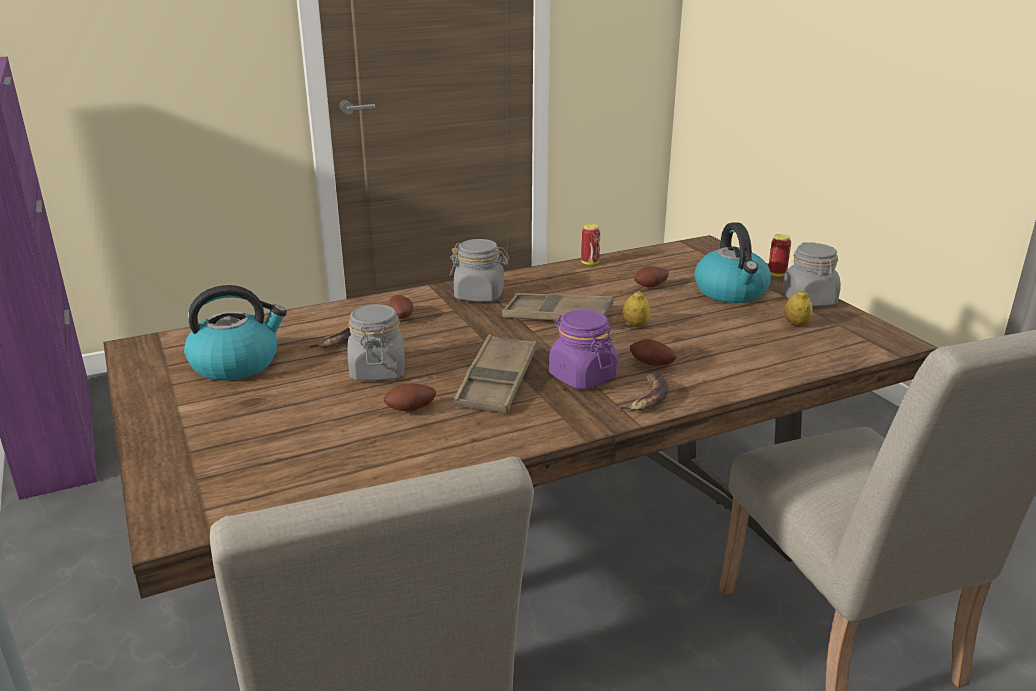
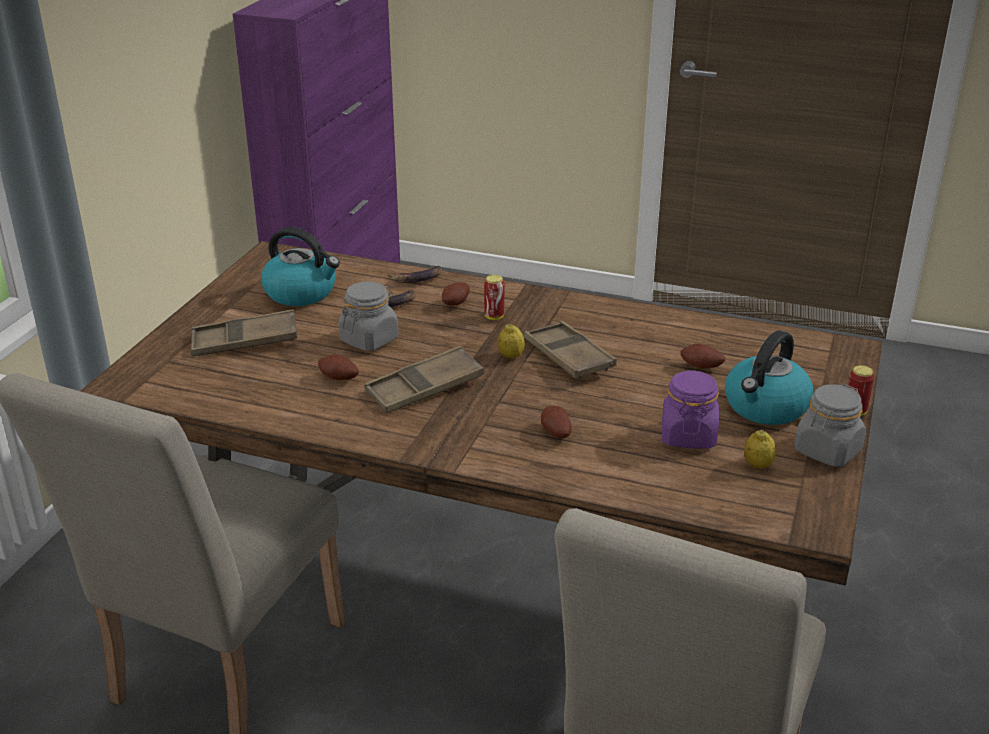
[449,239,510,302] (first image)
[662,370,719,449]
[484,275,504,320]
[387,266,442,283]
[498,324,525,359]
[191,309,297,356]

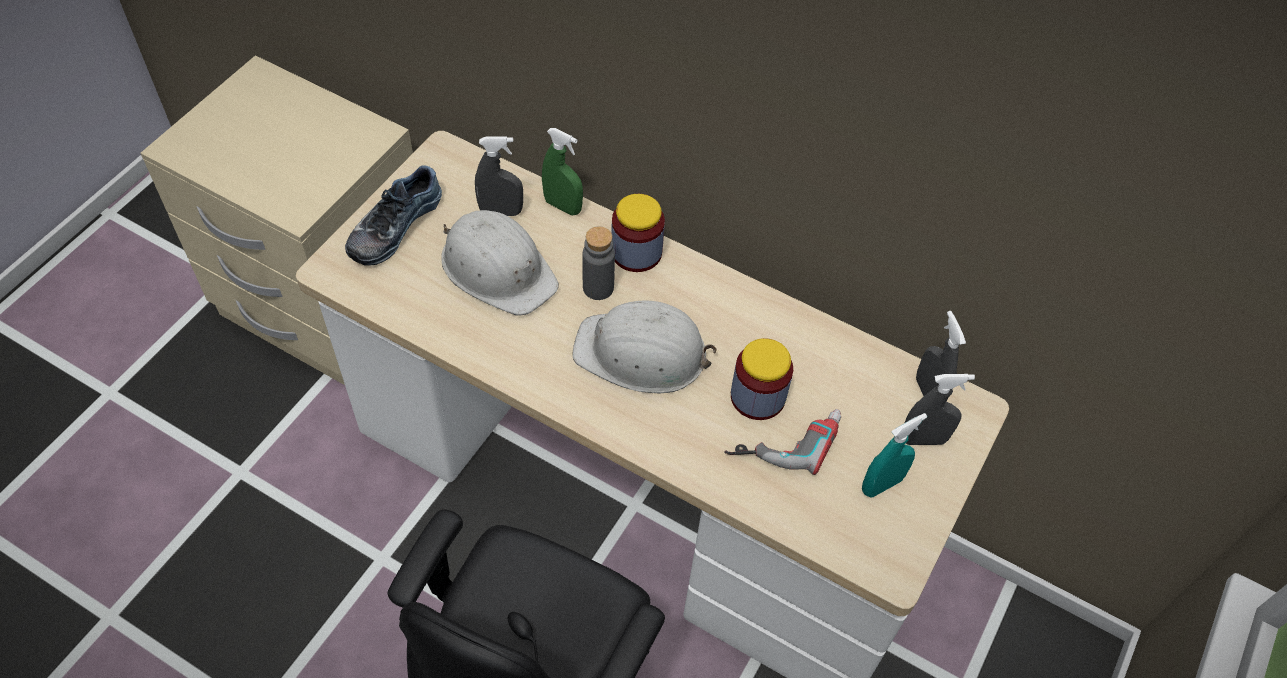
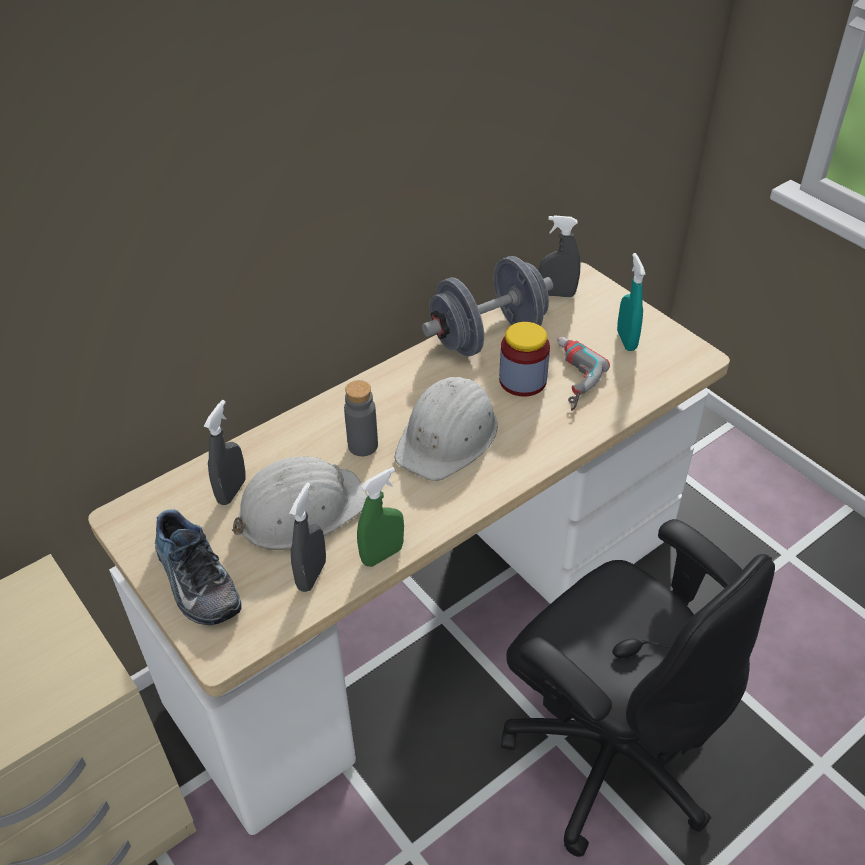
[357,467,404,567]
[611,194,665,272] (first image)
[289,482,326,592]
[422,256,553,357]

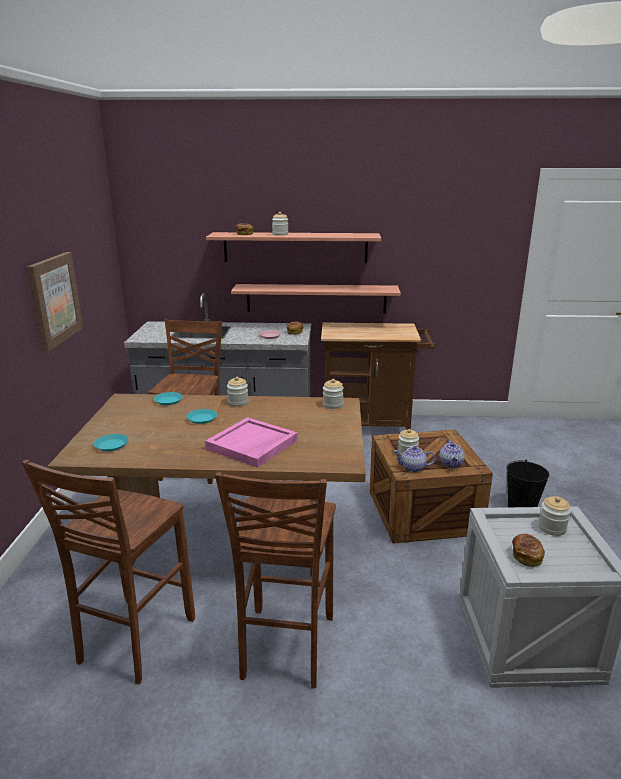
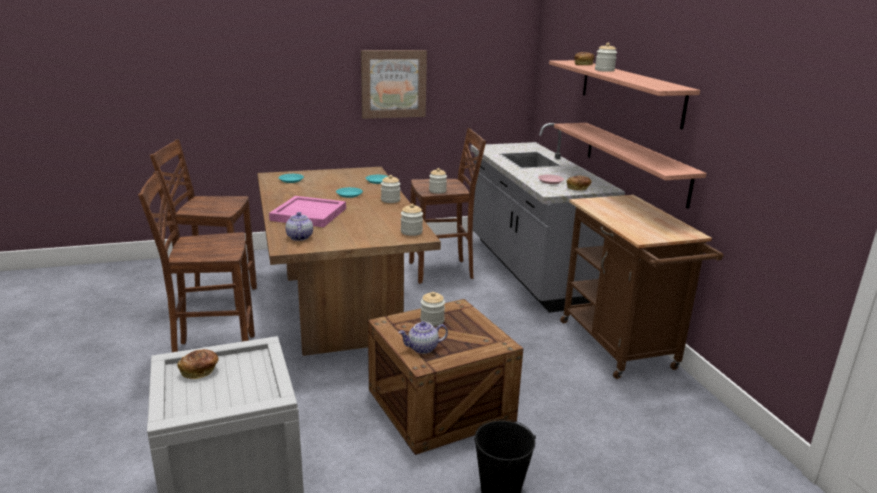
[286,212,313,241]
[429,168,447,194]

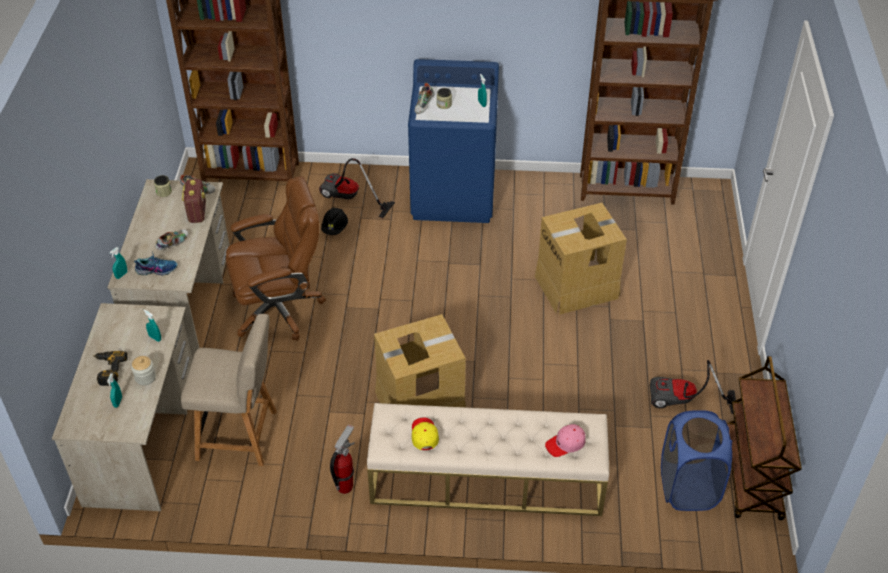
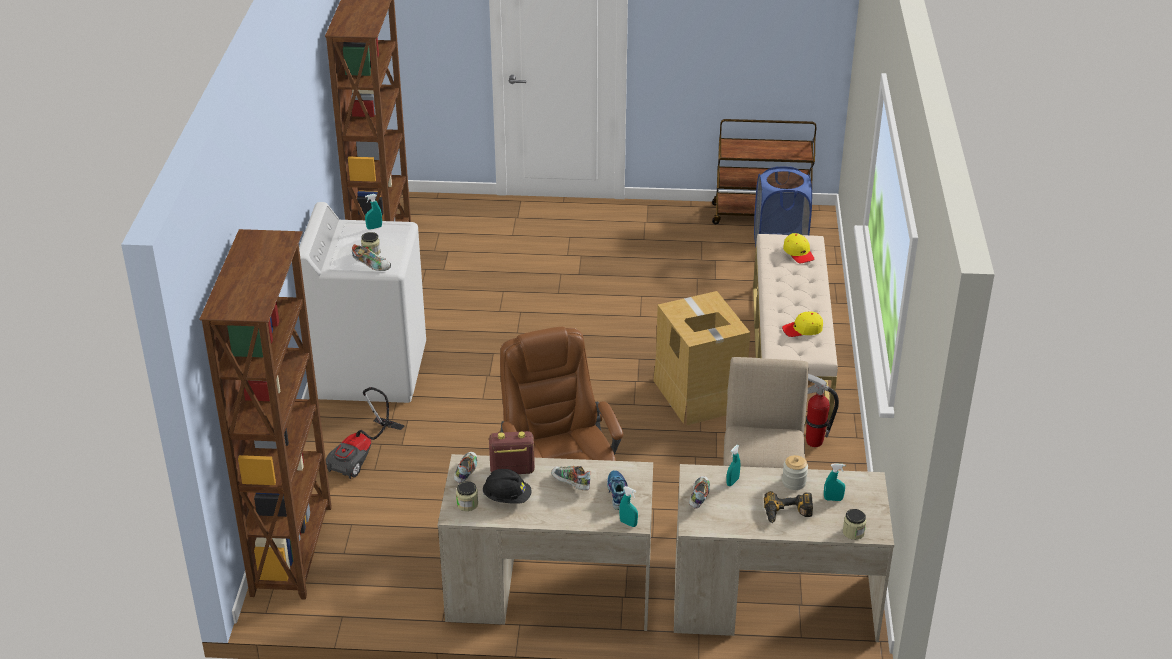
[482,469,532,504]
[299,202,426,403]
[535,203,627,315] (first image)
[783,233,814,263]
[650,360,736,414] (first image)
[689,476,710,508]
[843,509,866,540]

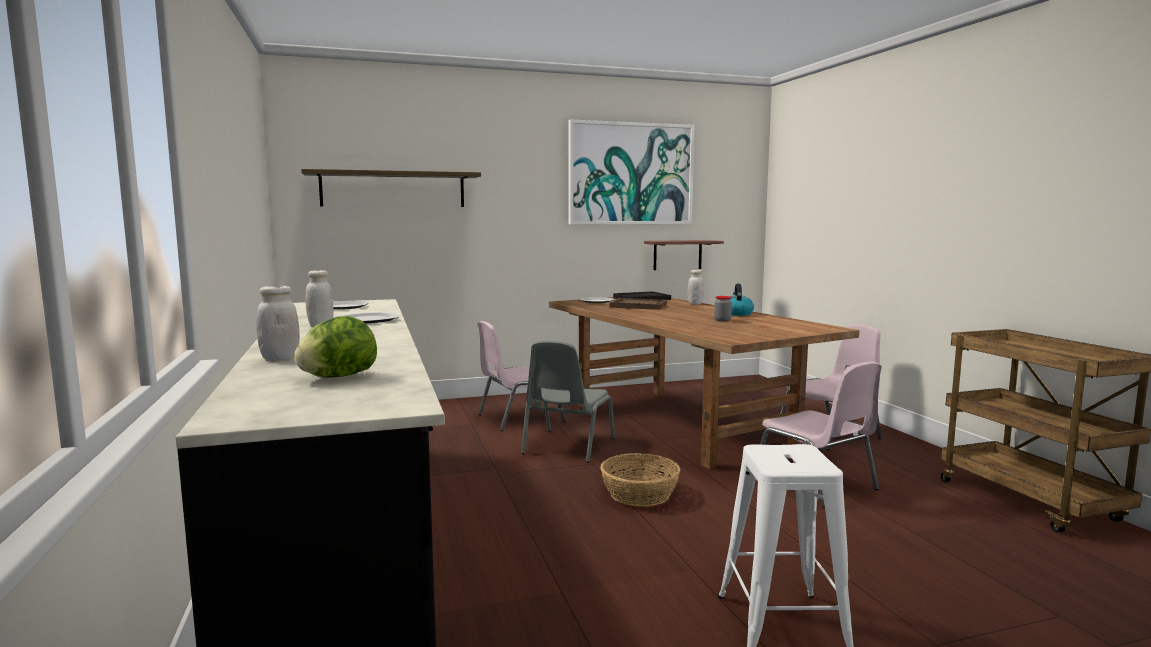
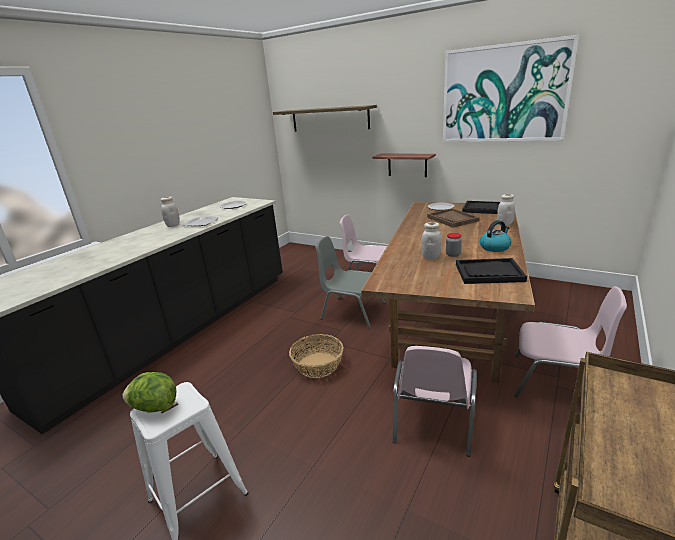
[421,222,442,260]
[122,372,176,413]
[315,236,385,328]
[373,153,436,177]
[456,258,527,284]

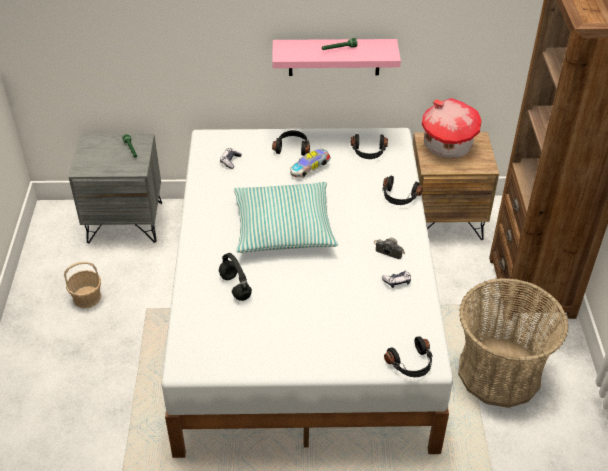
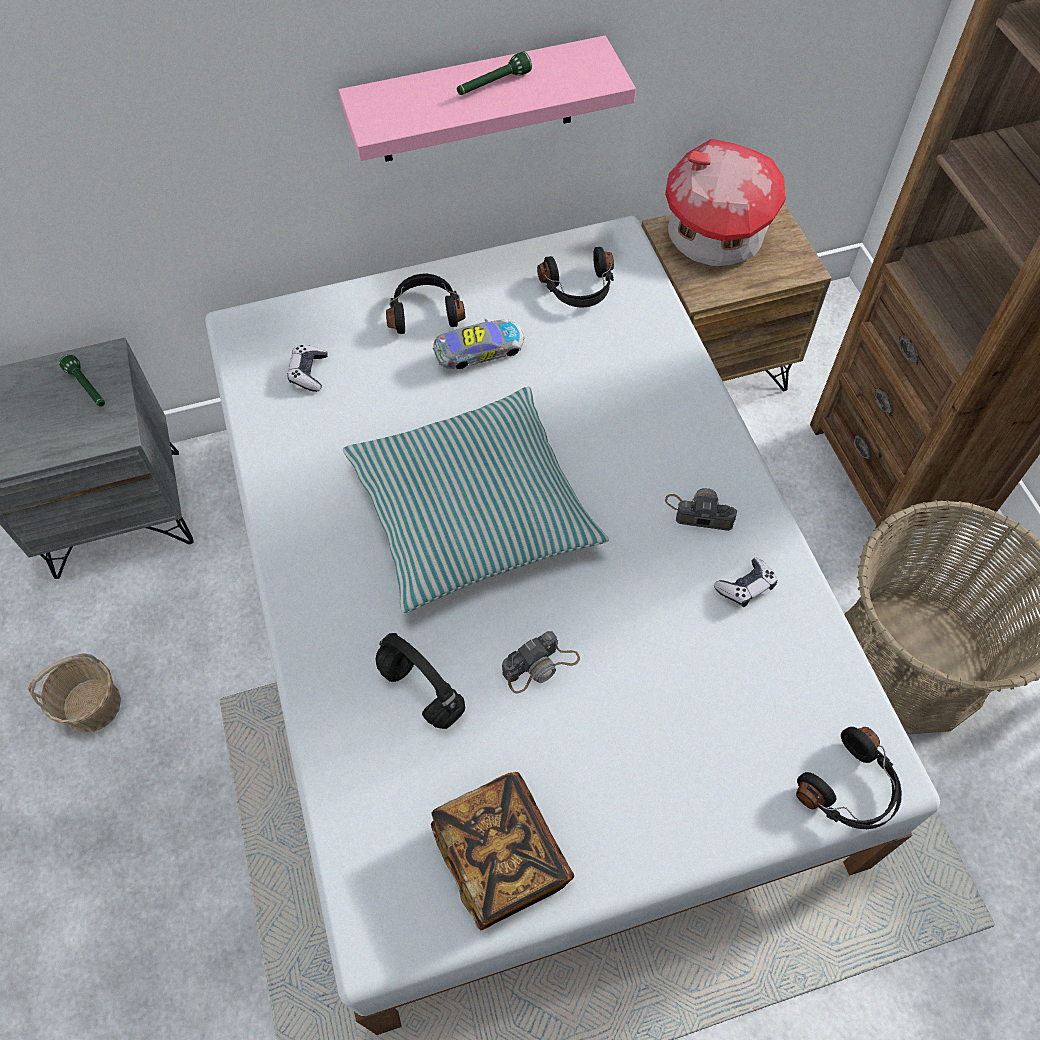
[433,318,524,369]
[382,176,423,205] (first image)
[431,772,574,930]
[502,631,580,693]

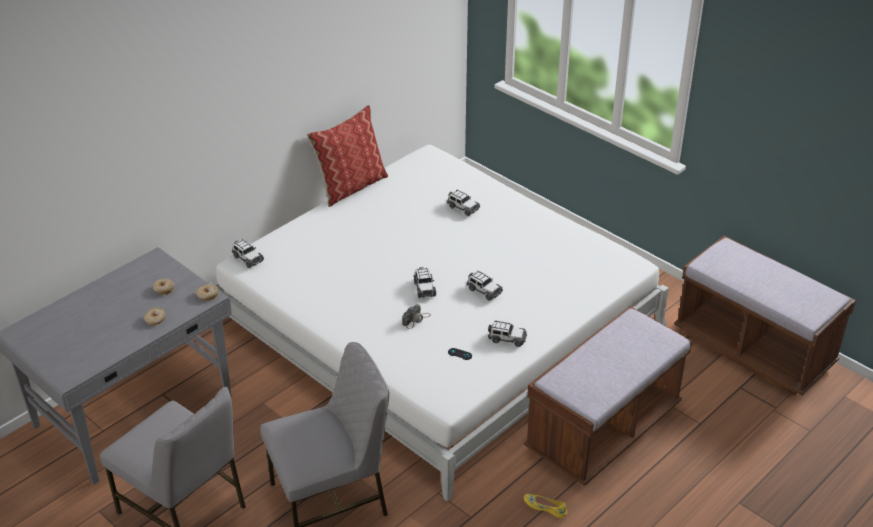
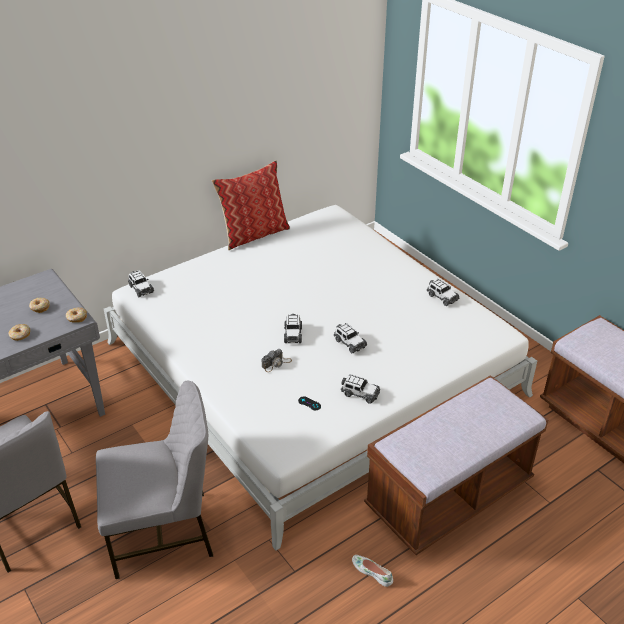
[427,279,460,306]
[352,555,393,587]

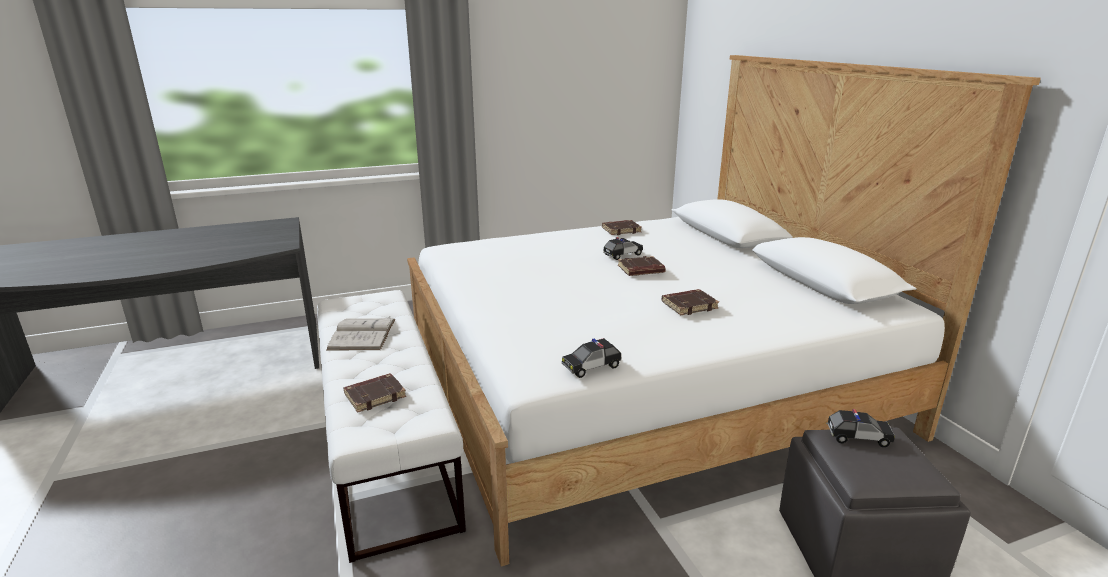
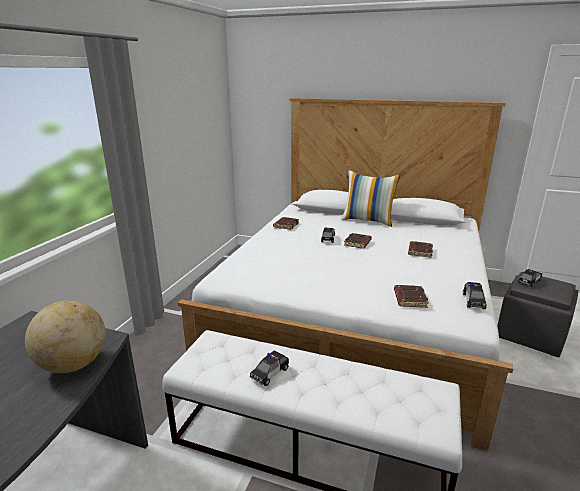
[250,350,289,386]
[394,285,429,308]
[25,301,105,373]
[341,170,400,227]

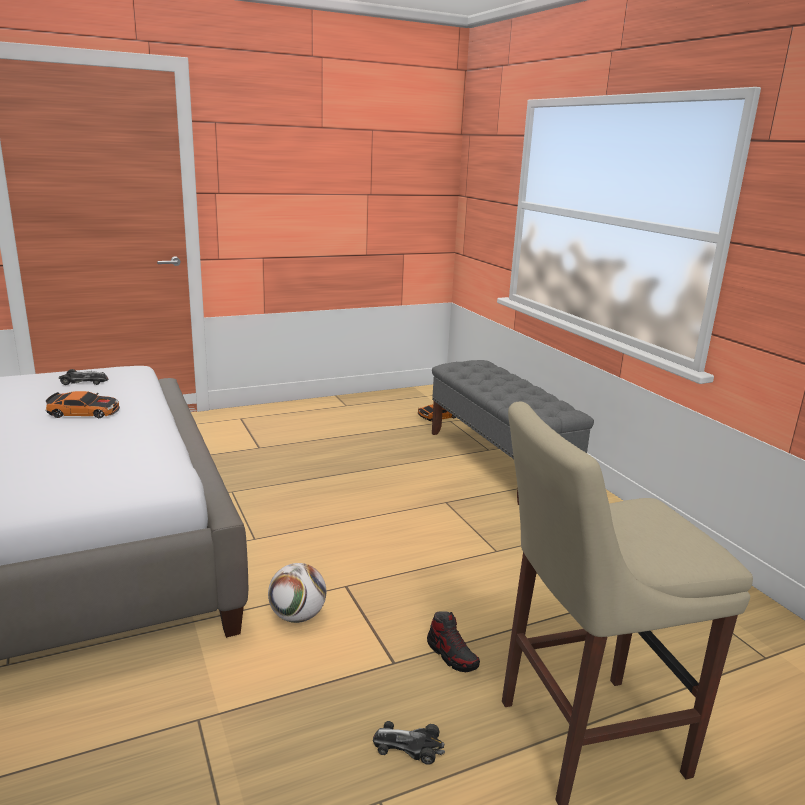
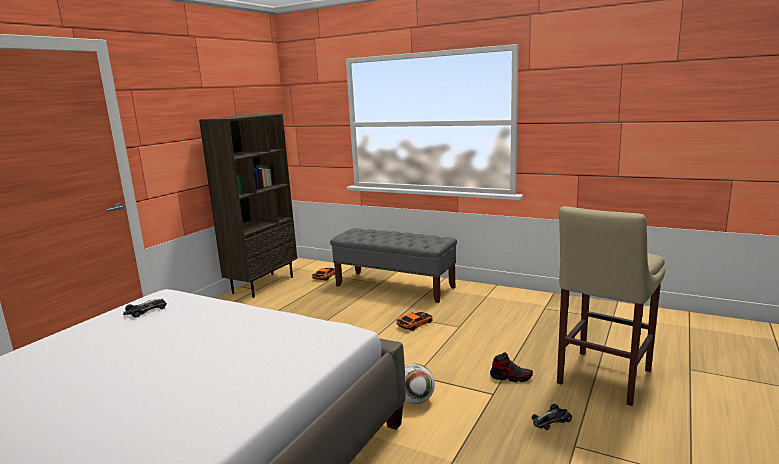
[397,312,432,331]
[199,113,297,298]

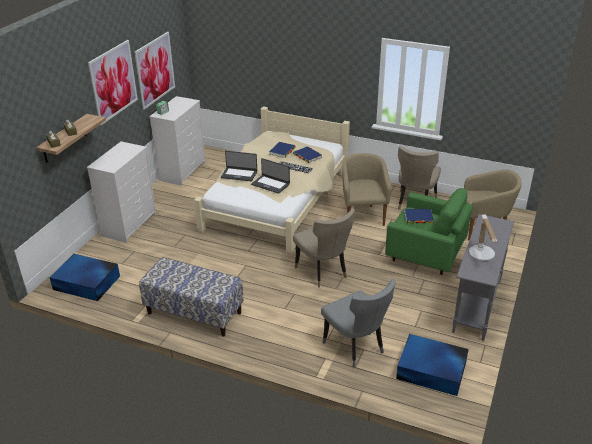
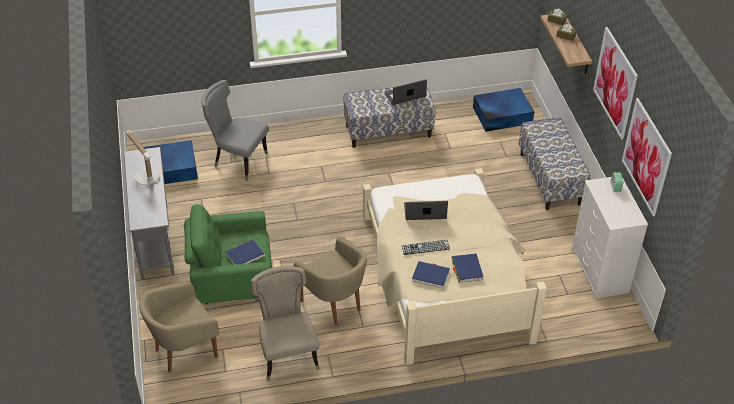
[519,118,590,210]
[385,79,427,105]
[293,208,355,287] (first image)

